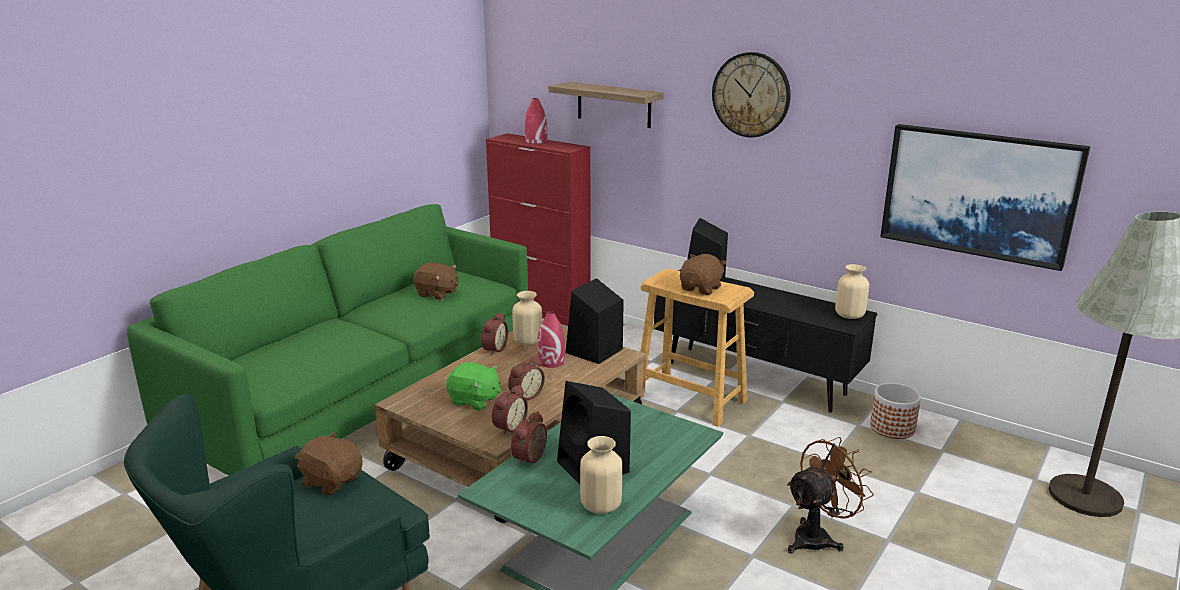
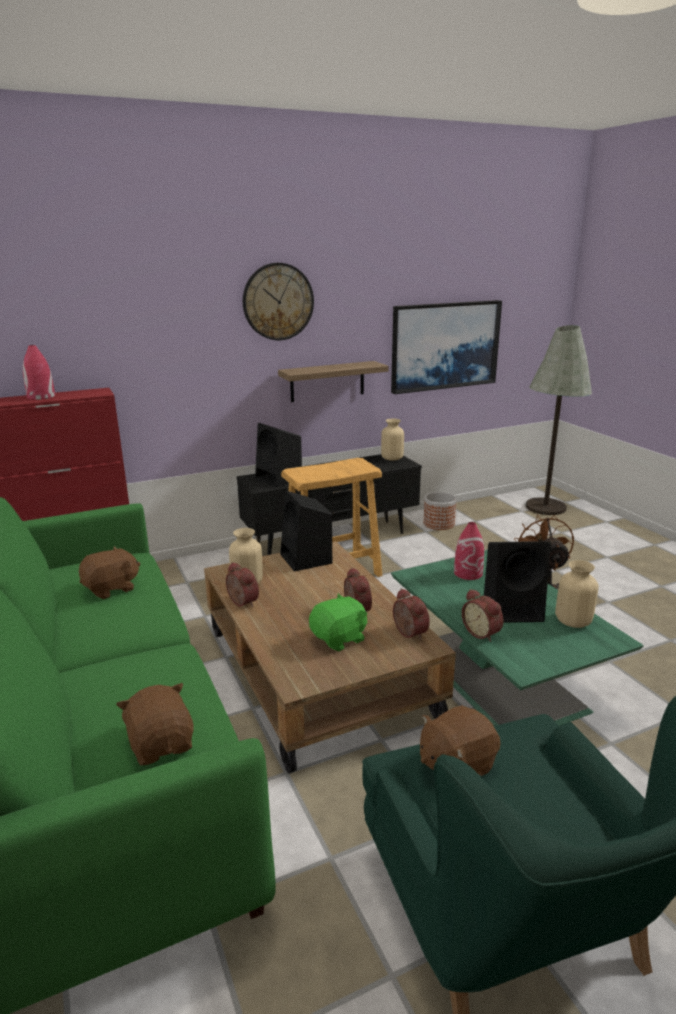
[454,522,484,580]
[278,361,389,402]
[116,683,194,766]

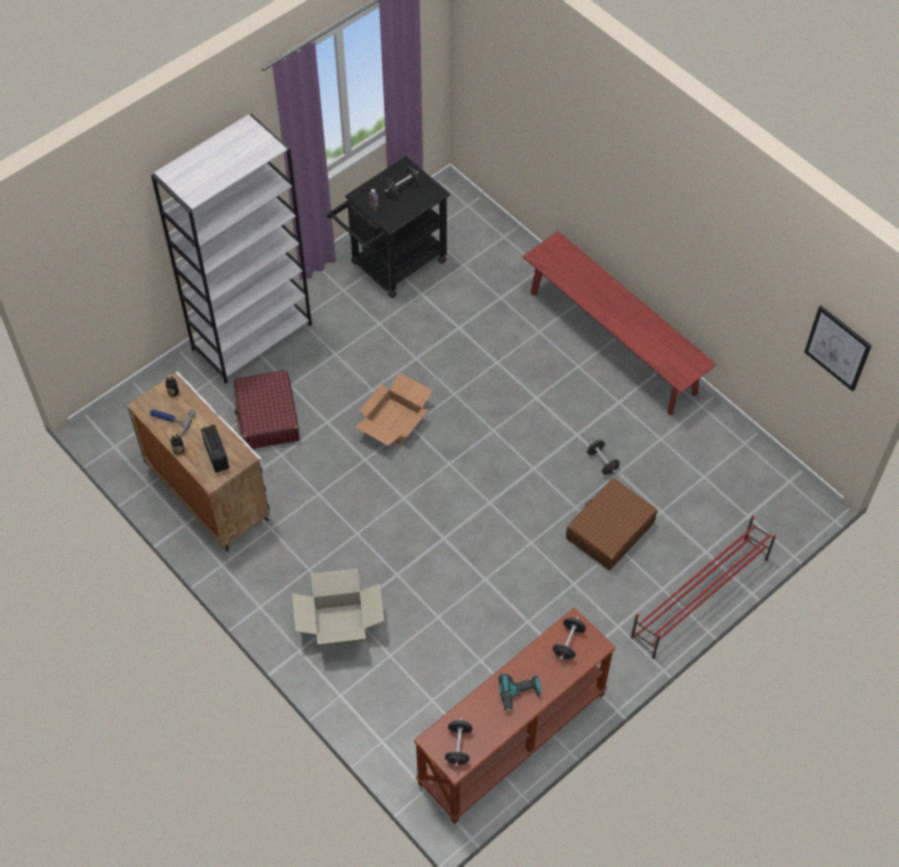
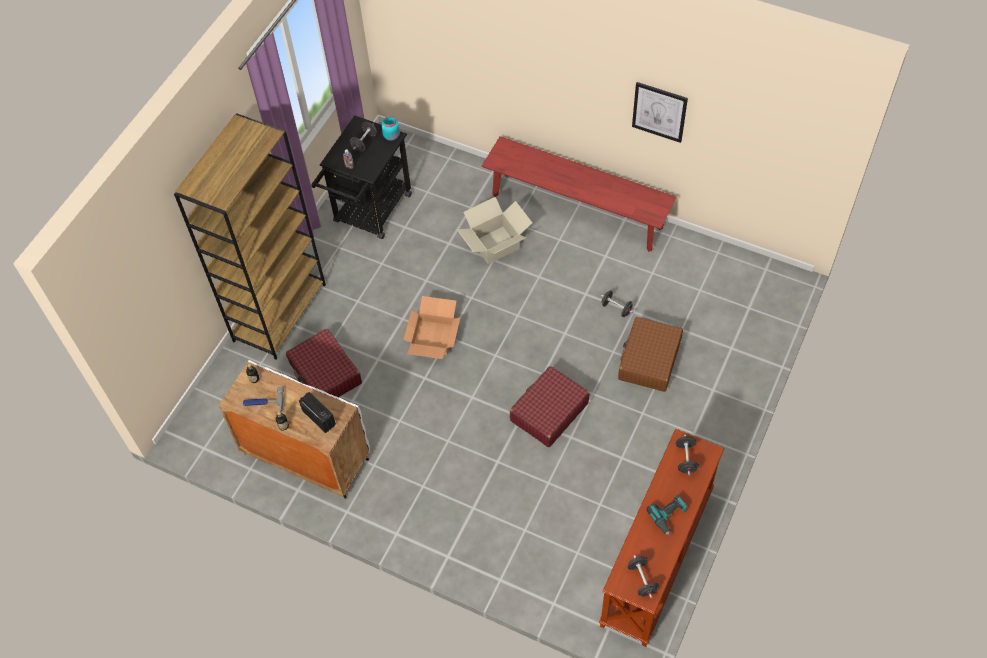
[174,114,326,360]
[457,197,532,264]
[631,515,776,659] (first image)
[632,82,688,143]
[382,116,400,141]
[510,366,589,447]

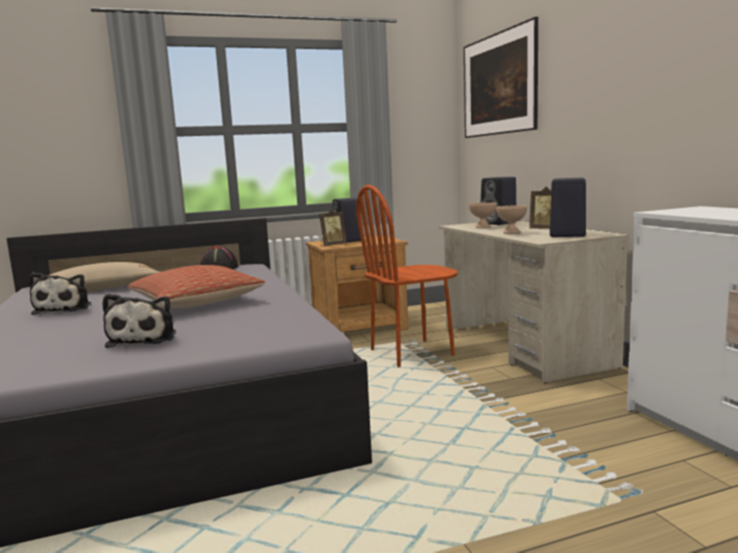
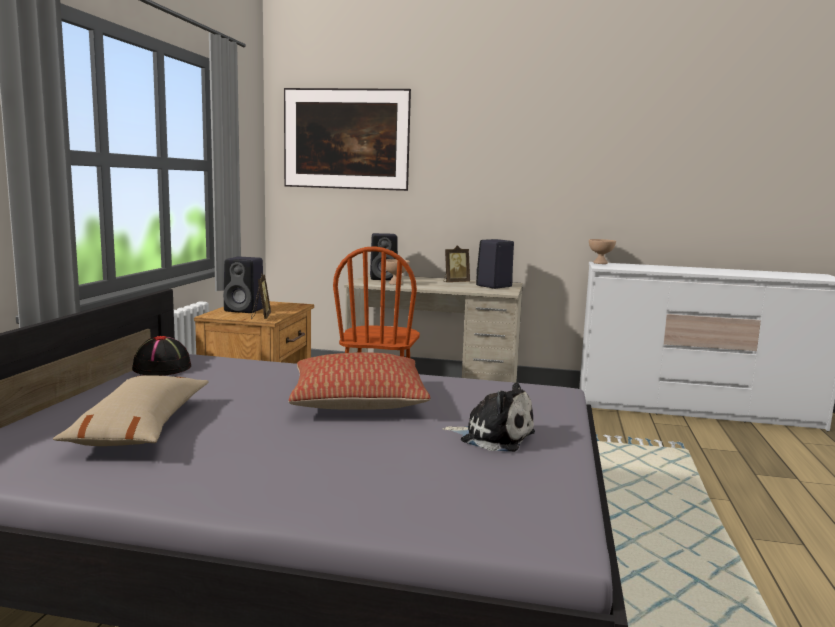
[29,272,91,315] (first image)
[589,239,616,264]

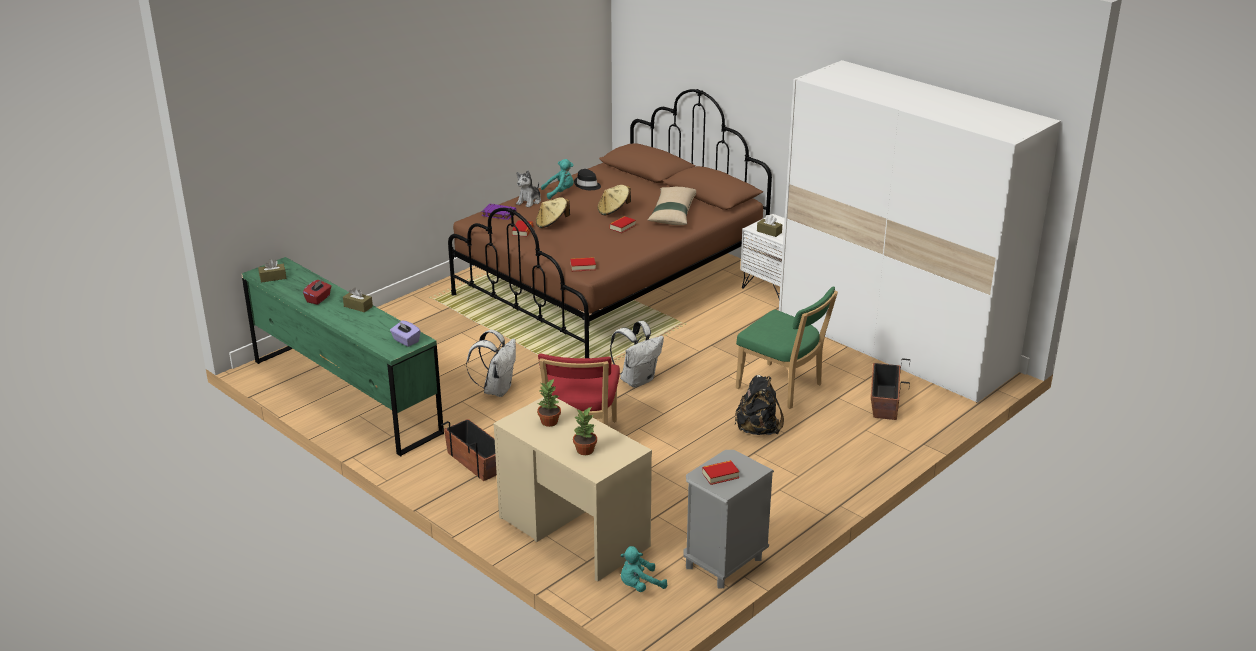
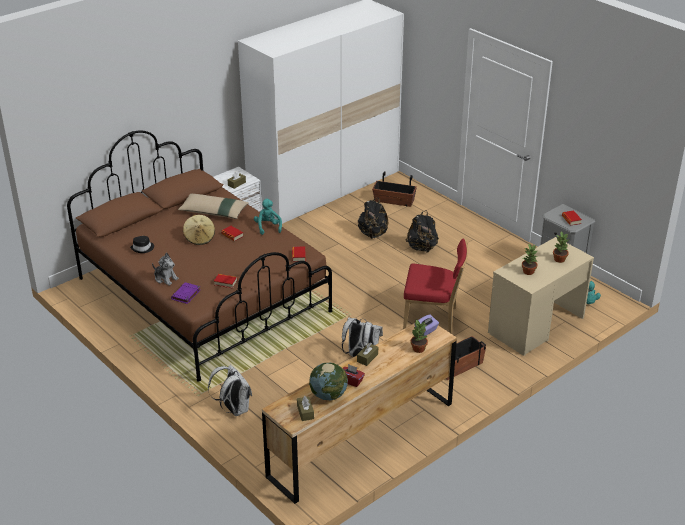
[262,323,457,504]
[536,197,570,228] (first image)
[254,199,282,235]
[208,365,252,416]
[358,198,388,239]
[309,363,348,400]
[410,320,428,353]

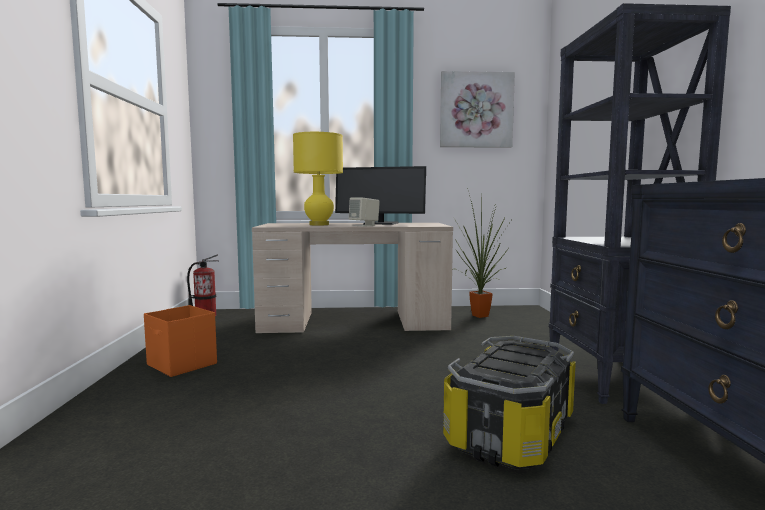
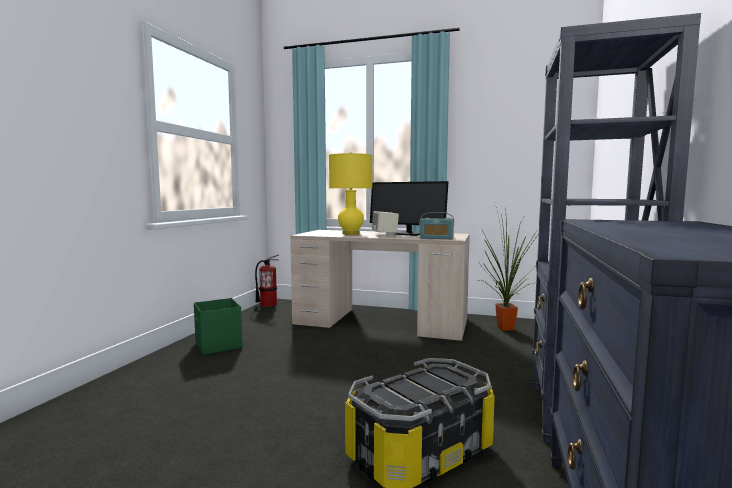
[194,298,243,355]
[440,71,515,148] (first image)
[420,212,454,239]

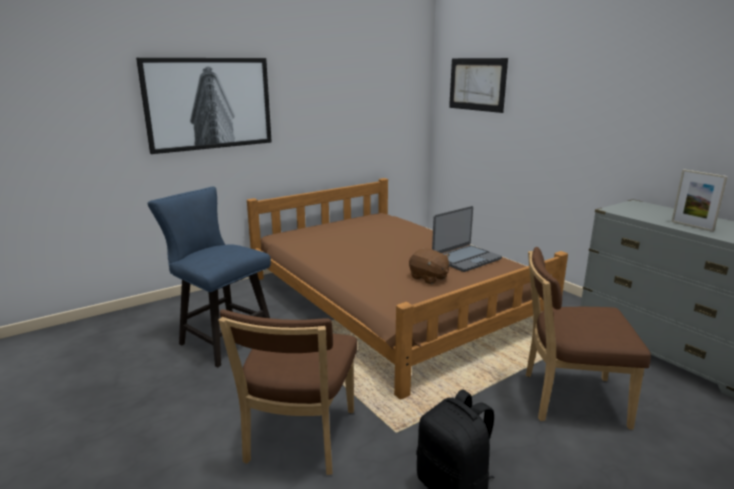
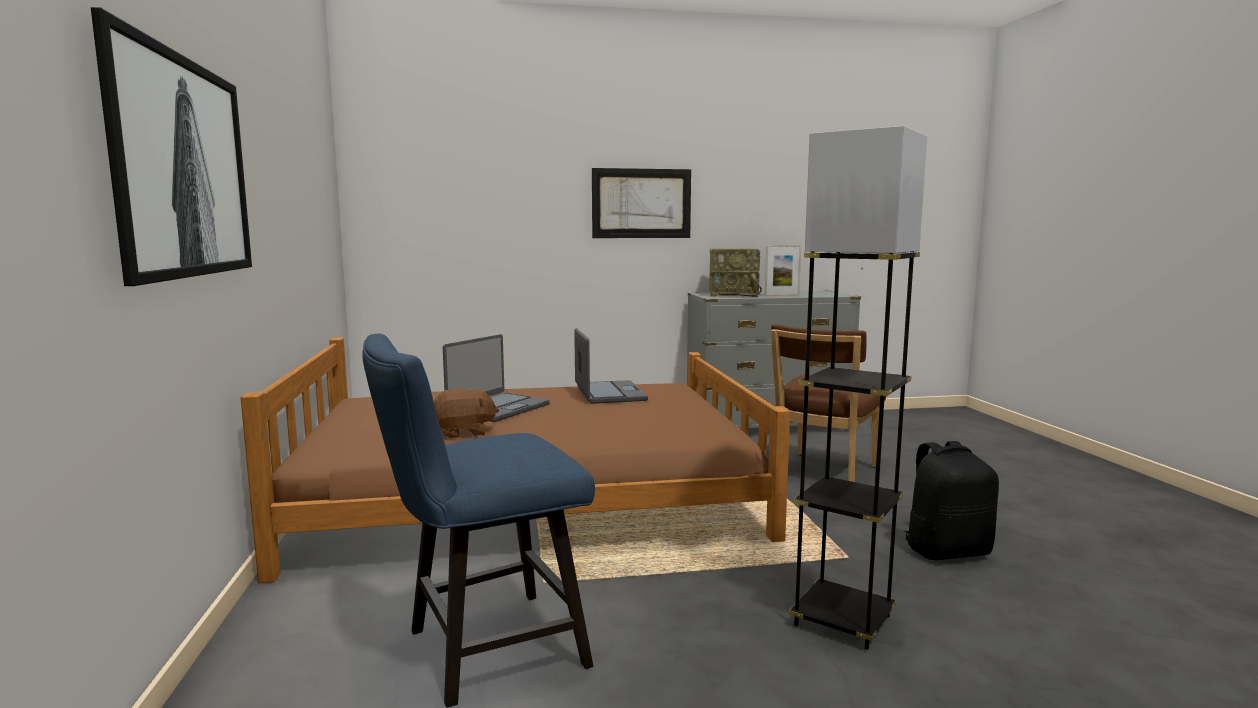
[789,126,927,650]
[434,389,499,438]
[592,168,691,238]
[443,334,550,422]
[709,248,762,297]

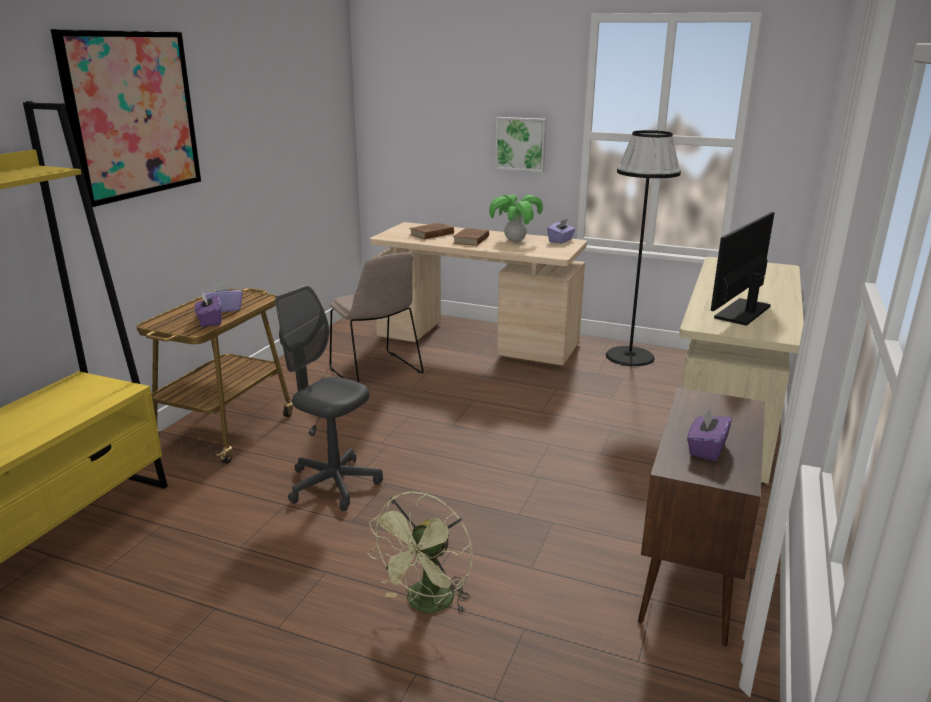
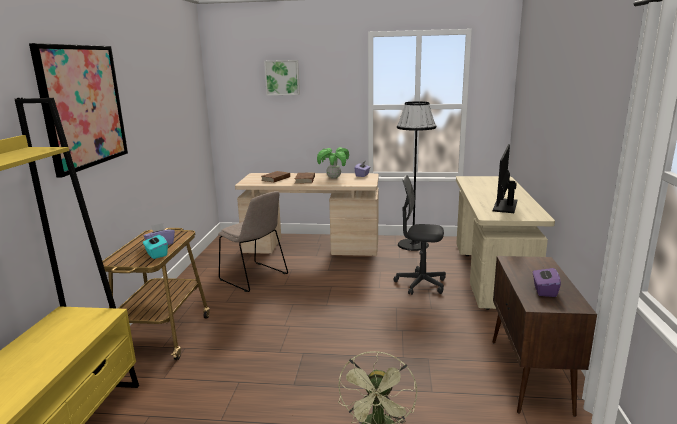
[143,234,168,259]
[394,175,446,295]
[264,60,300,95]

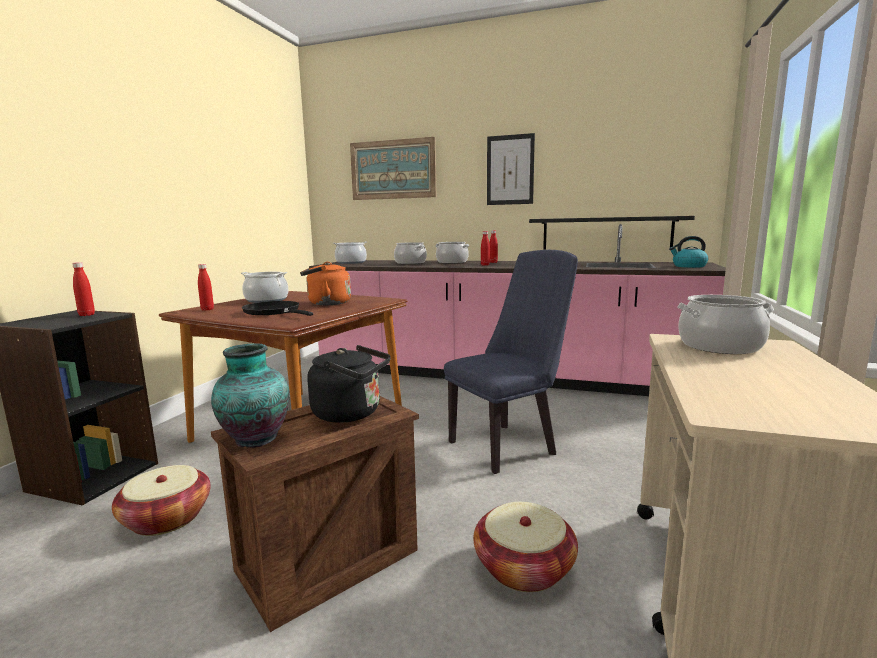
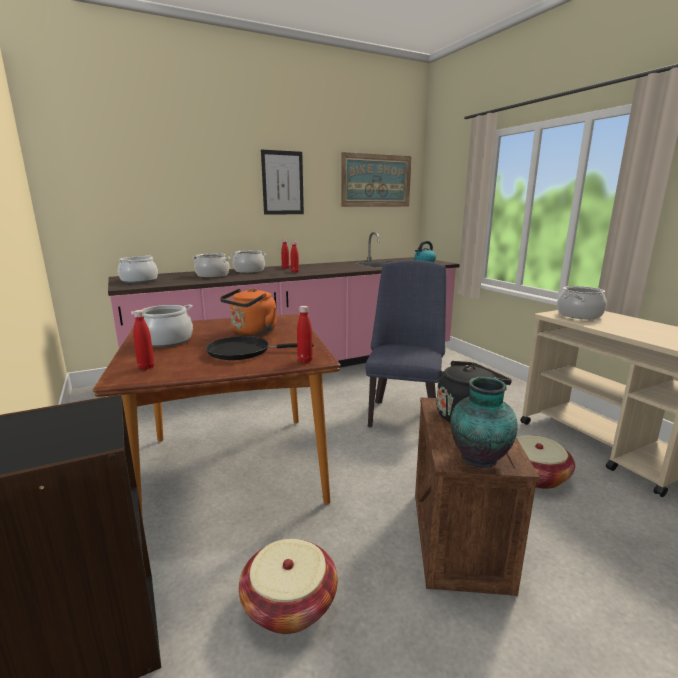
[297,306,313,363]
[341,152,411,207]
[529,216,695,249] (first image)

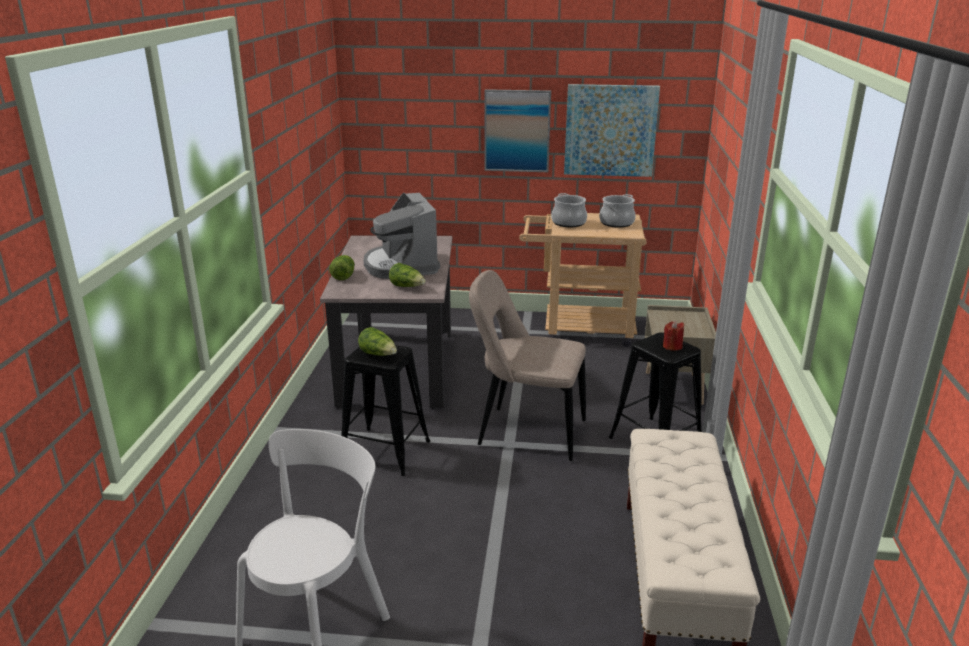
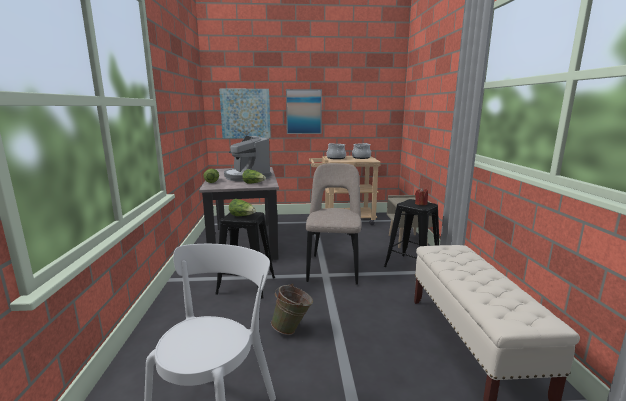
[306,163,362,285]
[219,89,271,138]
[271,284,313,335]

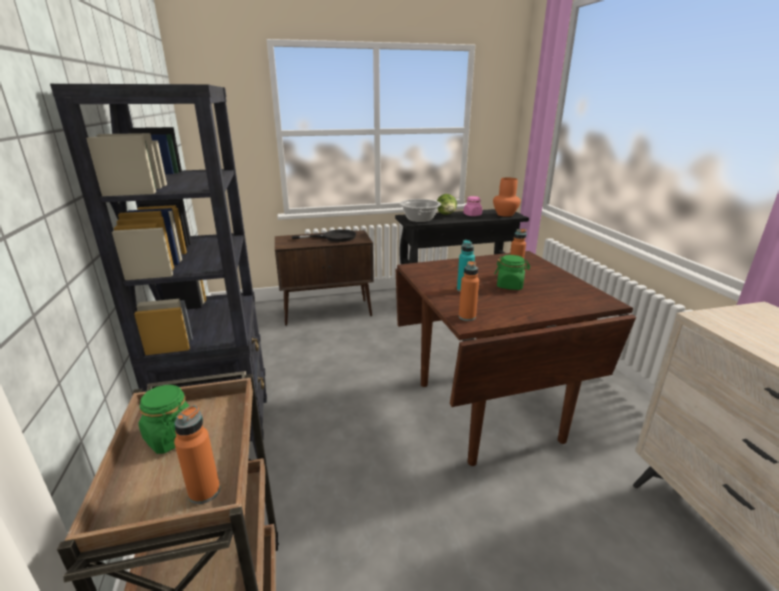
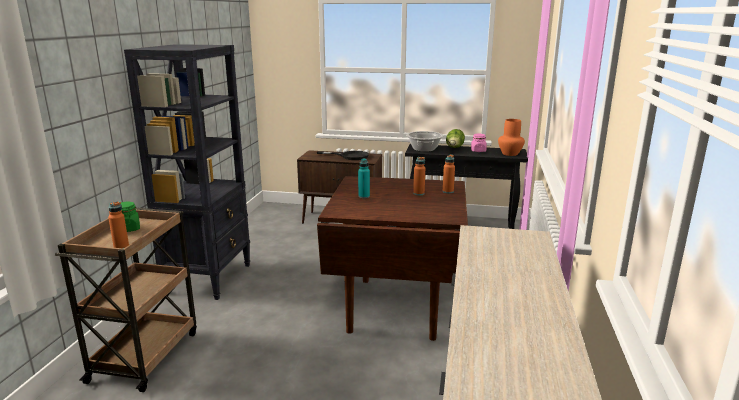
[443,155,455,193]
[495,255,530,290] (first image)

